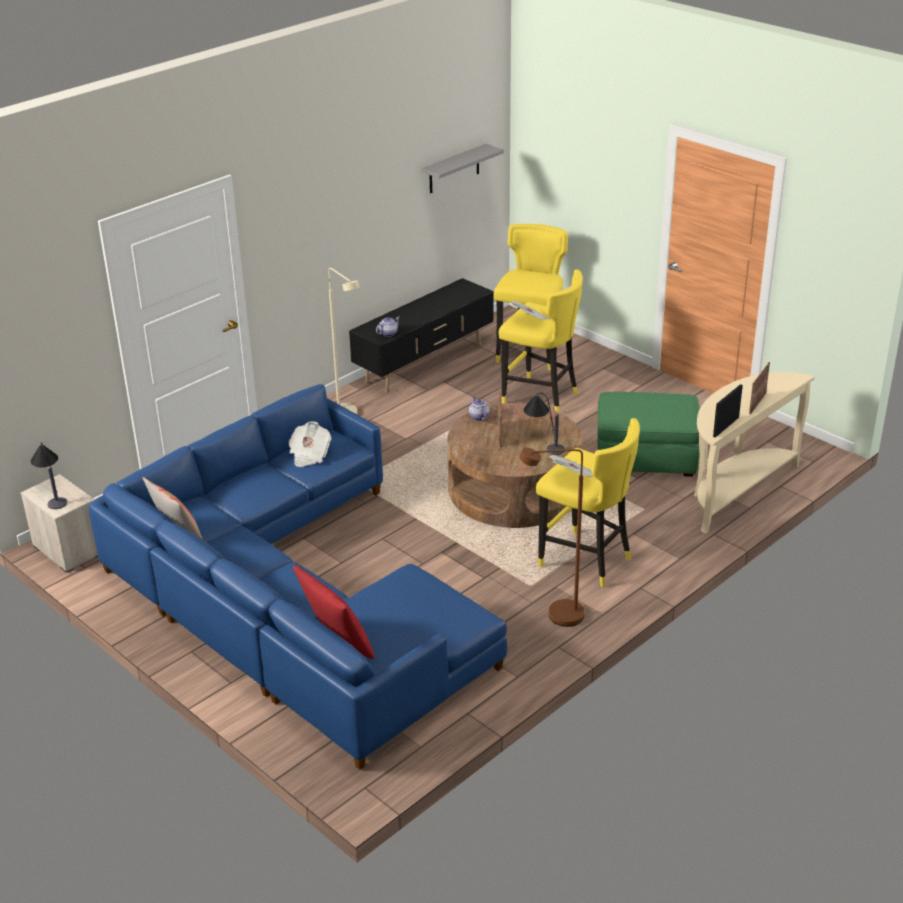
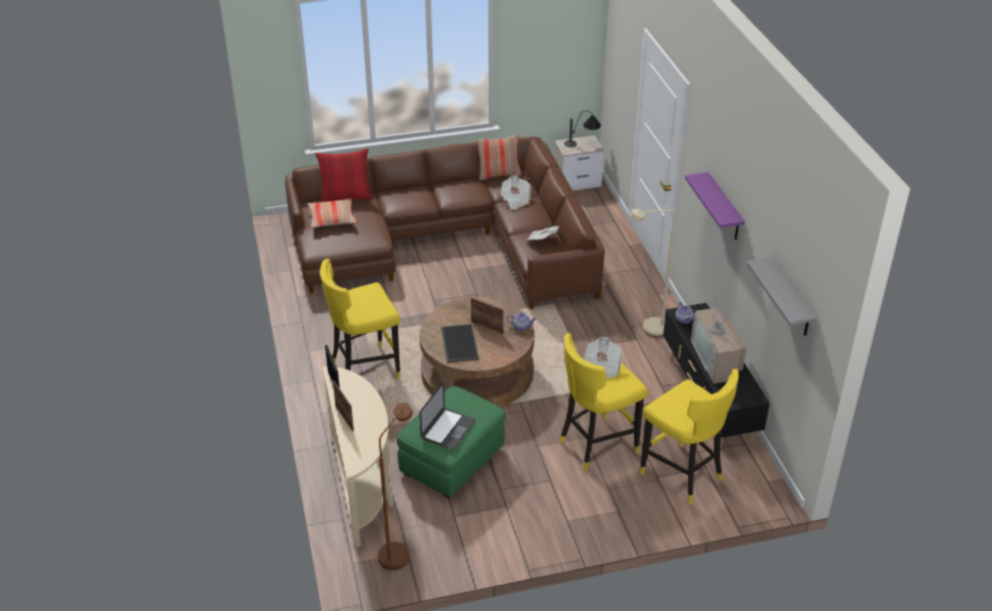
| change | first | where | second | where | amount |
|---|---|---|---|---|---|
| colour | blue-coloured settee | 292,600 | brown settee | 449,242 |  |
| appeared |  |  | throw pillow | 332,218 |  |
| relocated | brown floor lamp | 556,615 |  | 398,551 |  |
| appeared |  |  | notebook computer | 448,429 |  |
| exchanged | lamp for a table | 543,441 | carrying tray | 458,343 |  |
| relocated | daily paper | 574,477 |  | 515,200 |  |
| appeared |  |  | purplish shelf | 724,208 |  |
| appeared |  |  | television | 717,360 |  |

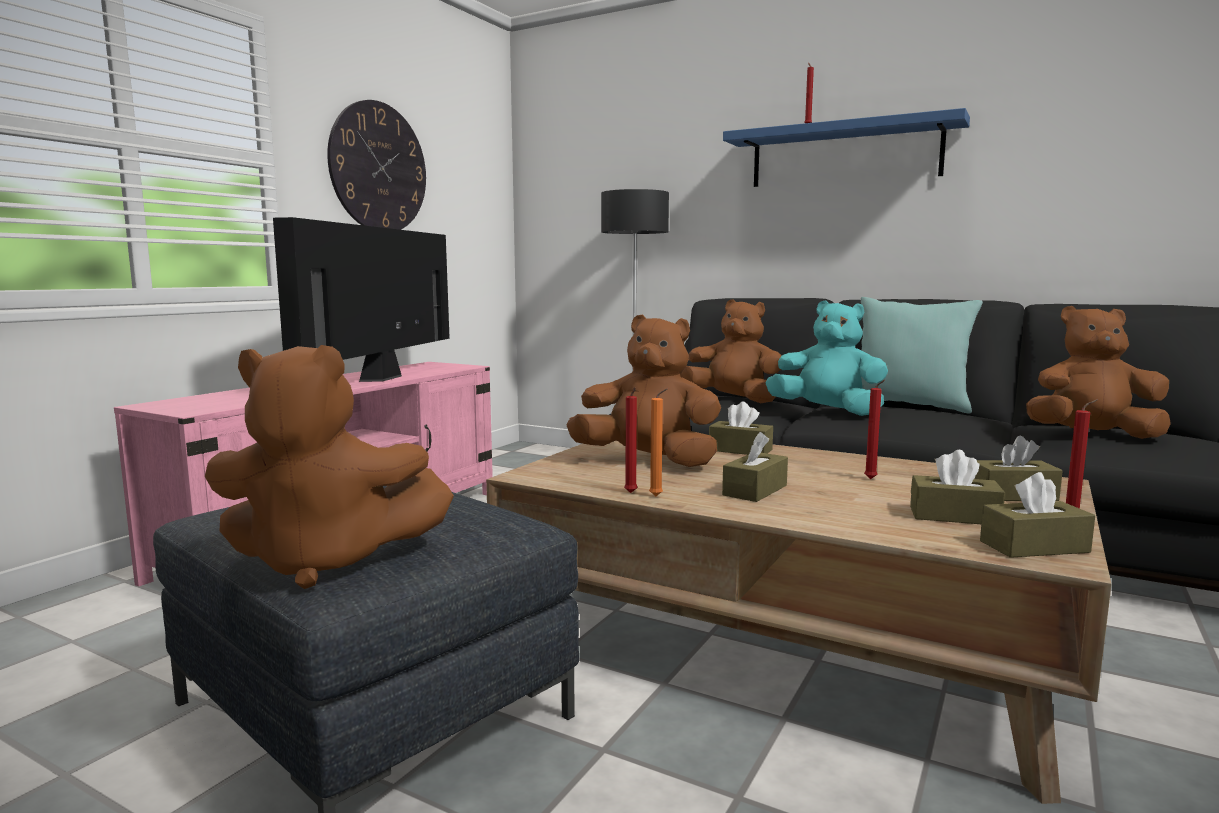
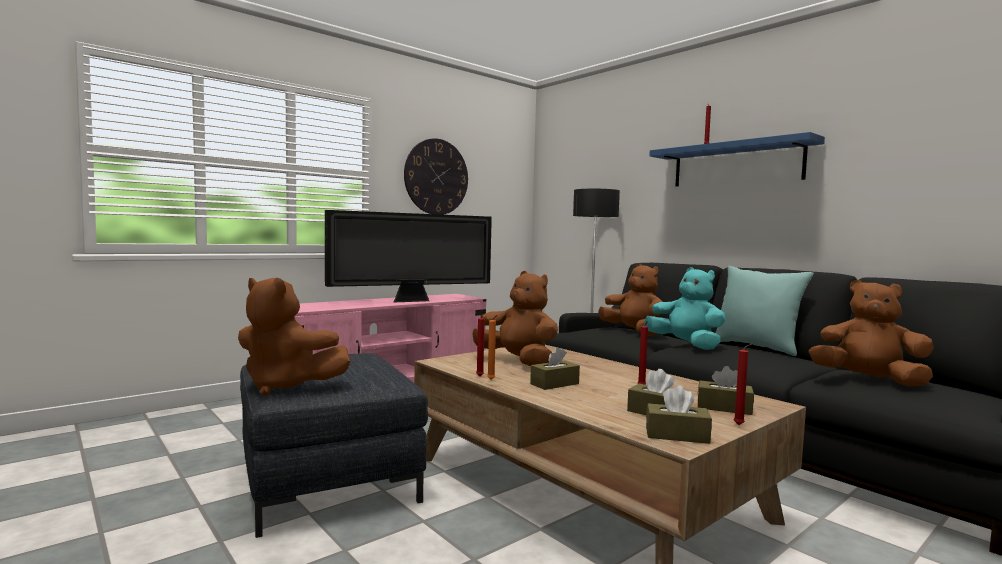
| change | first | where | second | where | amount |
|---|---|---|---|---|---|
| spun | television | 381,378 |  | 412,301 | 150 degrees counterclockwise |
| missing | brown tissue holder | 740,450 |  |  |  |

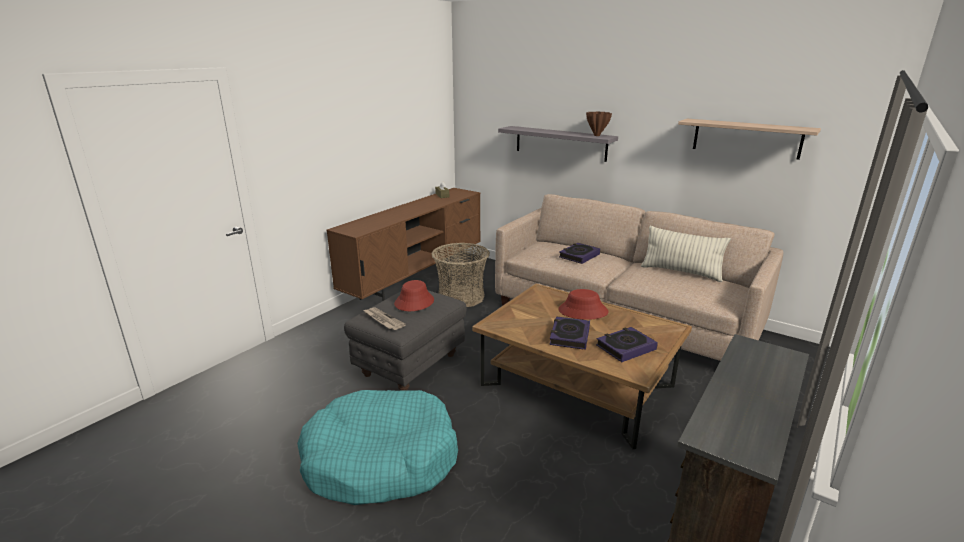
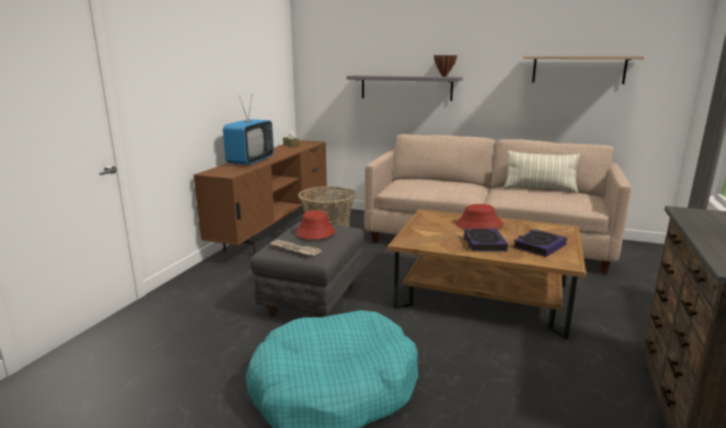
| change | first | where | second | where | amount |
|---|---|---|---|---|---|
| appeared |  |  | television | 250,161 |  |
| missing | book | 579,256 |  |  |  |

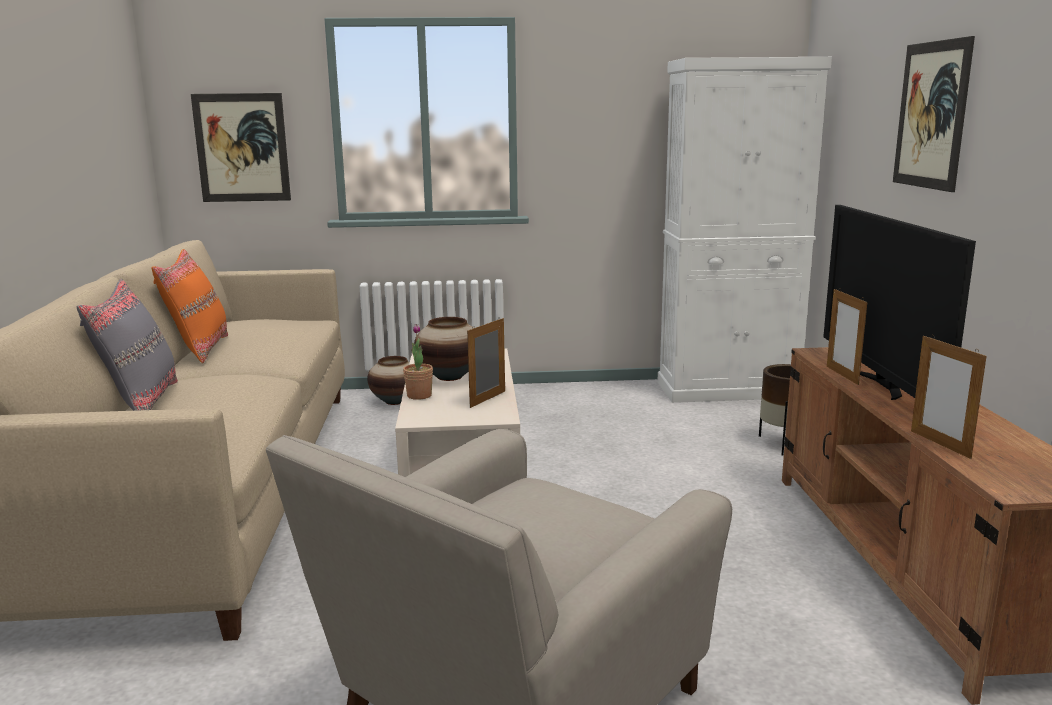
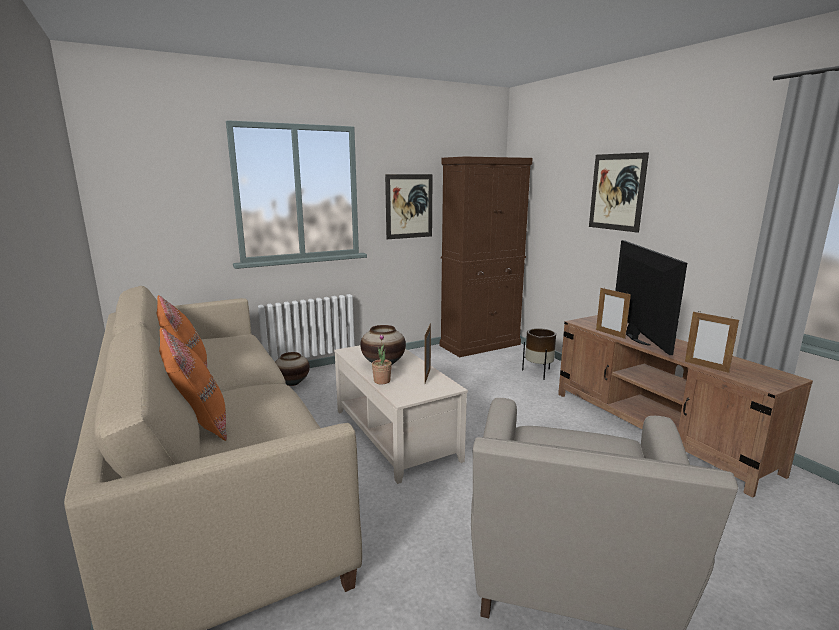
| change | first | where | second | where | amount |
|---|---|---|---|---|---|
| colour | grey throw pillow | 140,402 | orange throw pillow | 198,423 |  |
| relocated | picture | 242,148 |  | 409,206 |  |
| colour | whitish cabinet | 728,389 | brown cabinet | 480,345 |  |
| spun | television | 881,385 |  | 634,337 | 150 degrees counterclockwise |

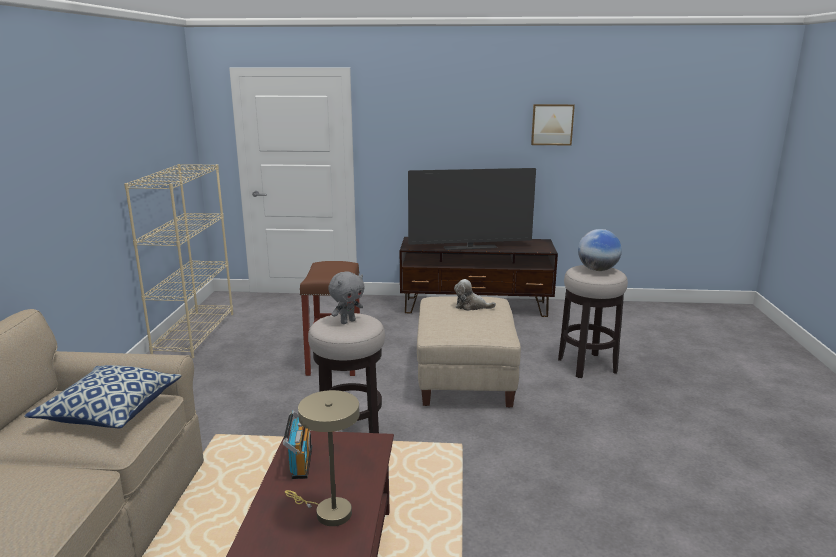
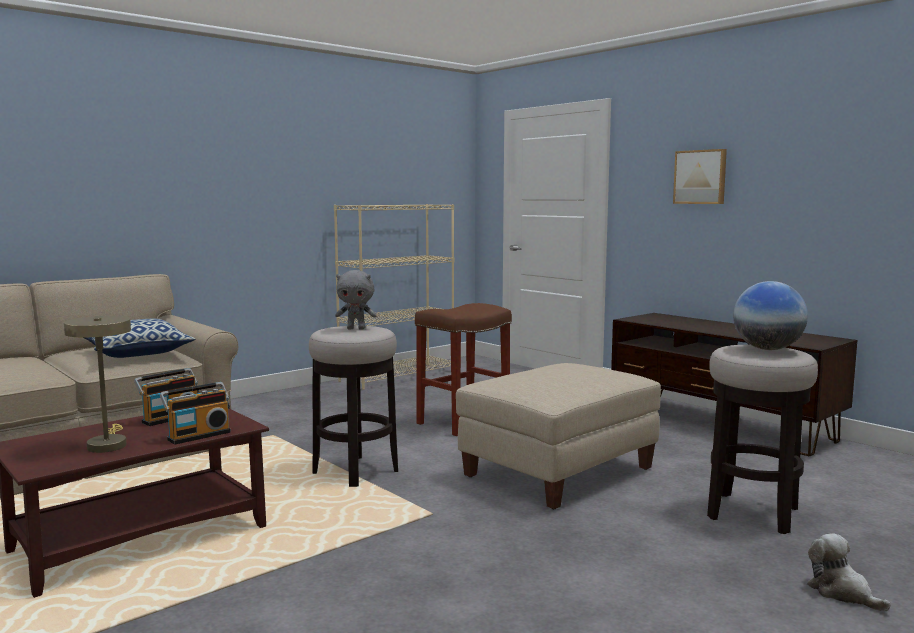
| change | first | where | second | where | amount |
|---|---|---|---|---|---|
| appeared |  |  | radio | 198,435 |  |
| relocated | picture | 552,124 |  | 700,177 |  |
| relocated | plush toy | 471,306 |  | 842,592 |  |
| missing | television | 470,247 |  |  |  |

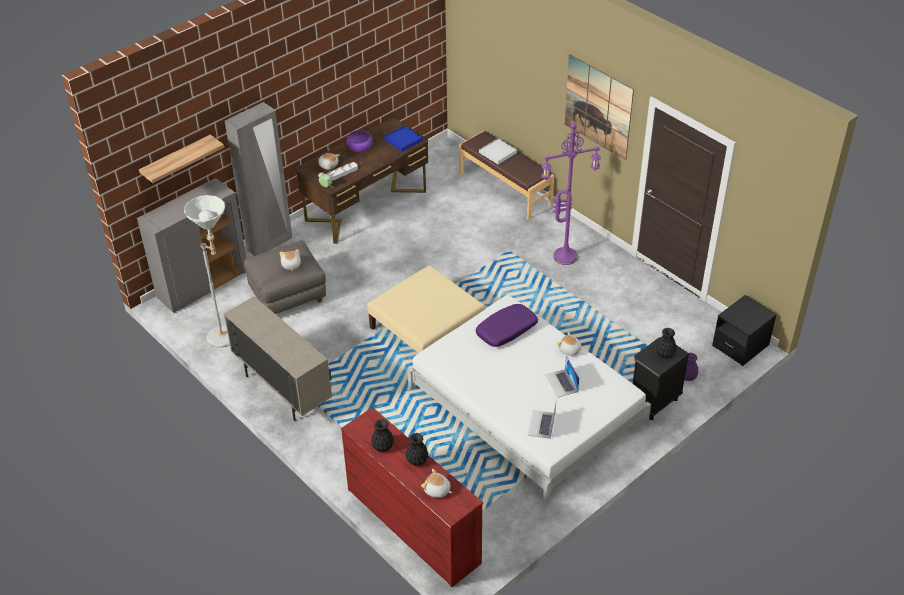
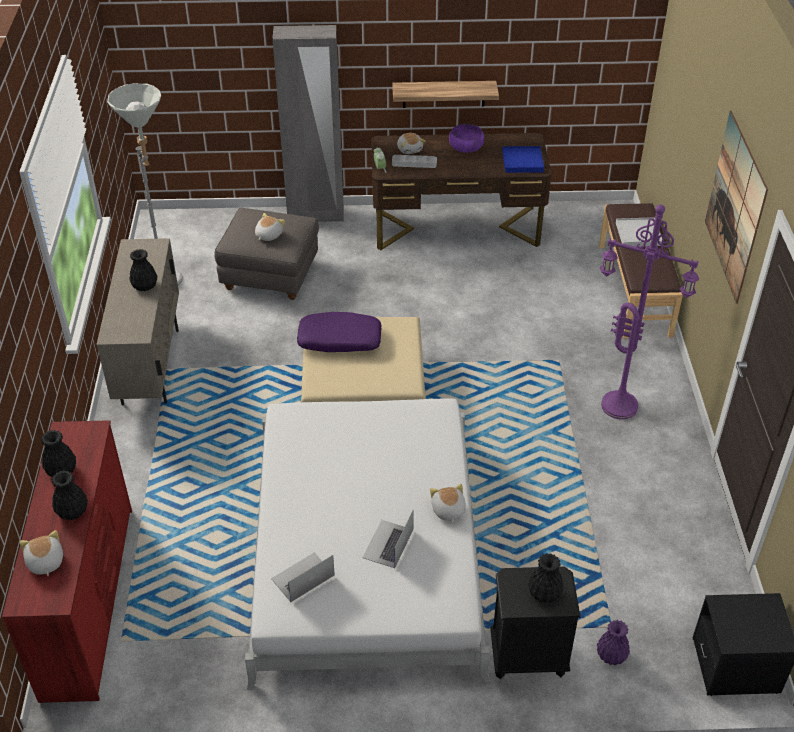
| change | first | where | second | where | amount |
|---|---|---|---|---|---|
| appeared |  |  | blackish vase | 144,286 |  |
| relocated | purplish throw pillow | 506,330 |  | 339,341 |  |
| relocated | shelf | 177,160 |  | 444,94 |  |
| missing | grey cabinet | 203,285 |  |  |  |

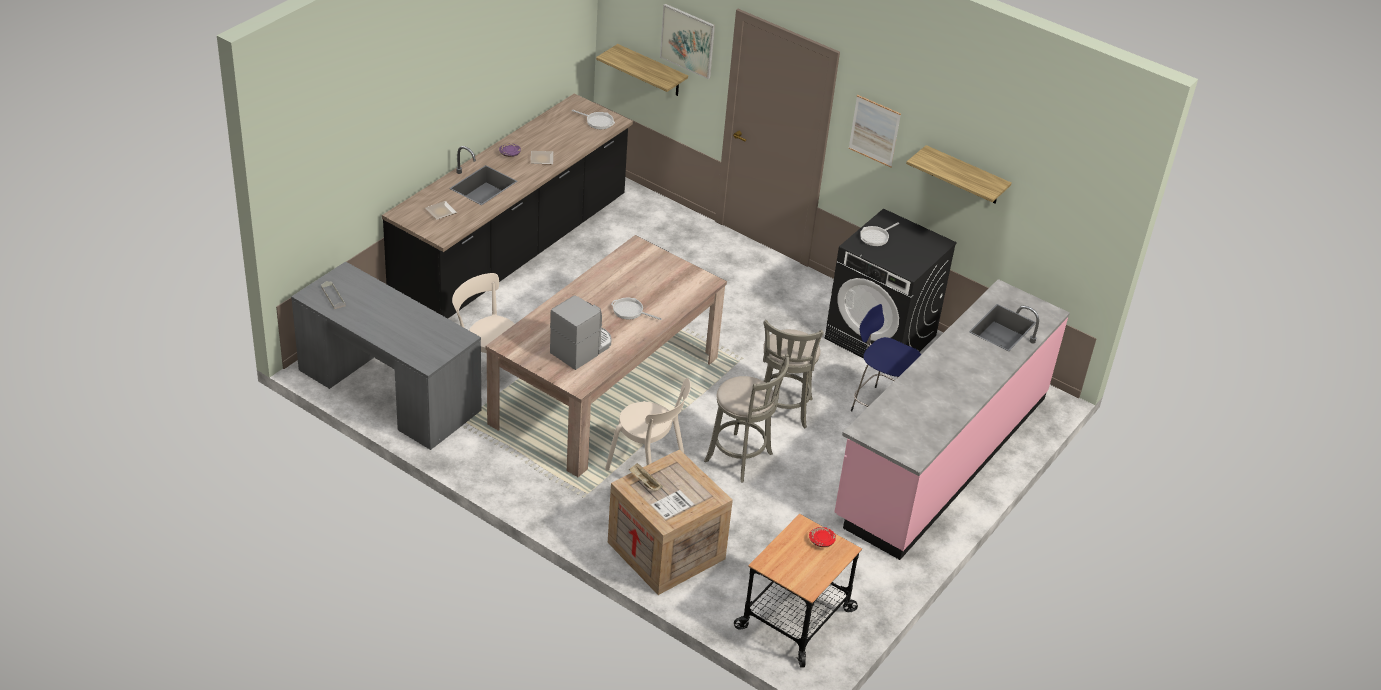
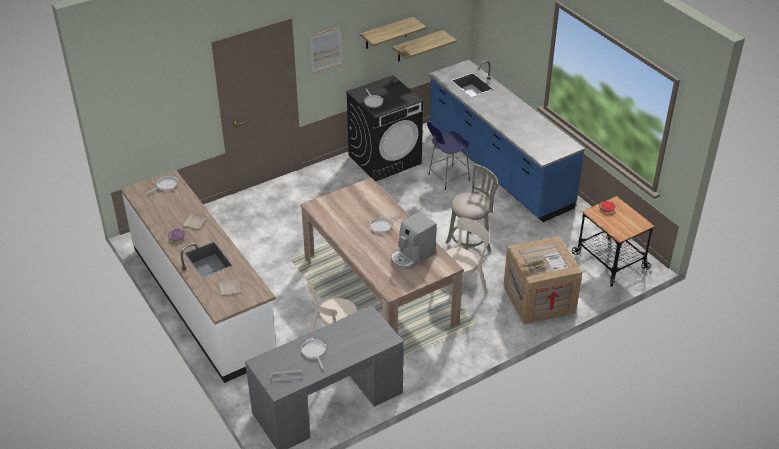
| change | first | where | second | where | amount |
|---|---|---|---|---|---|
| colour | blackish kitchen base unit | 512,251 | whitish kitchen base unit | 203,300 |  |
| appeared |  |  | pan | 314,352 |  |
| spun | coffee machine | 582,348 |  | 412,256 | 105 degrees counterclockwise |
| relocated | shelf | 651,71 |  | 417,46 |  |
| colour | pinkish kitchen base unit | 941,456 | blue-coloured kitchen base unit | 498,168 |  |
| missing | picture | 688,40 |  |  |  |
| missing | grey stool seat | 782,411 |  |  |  |

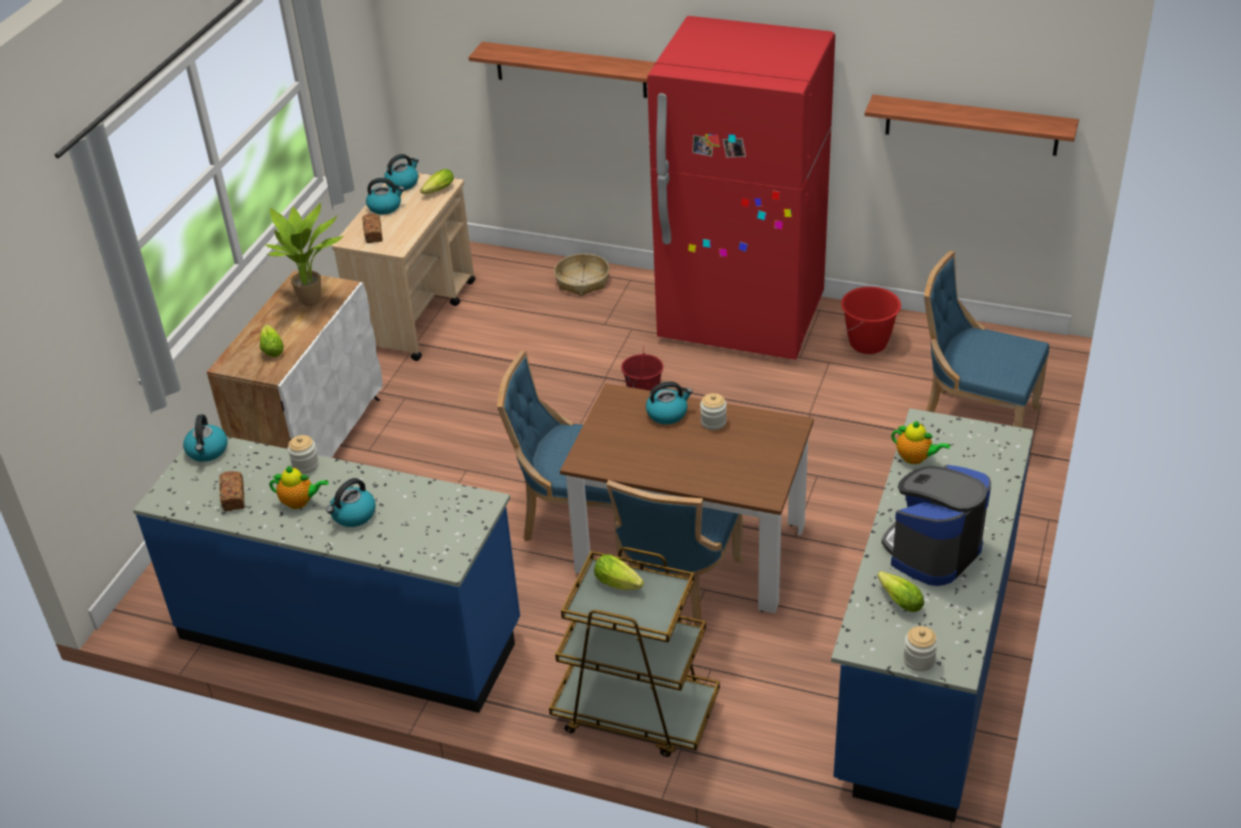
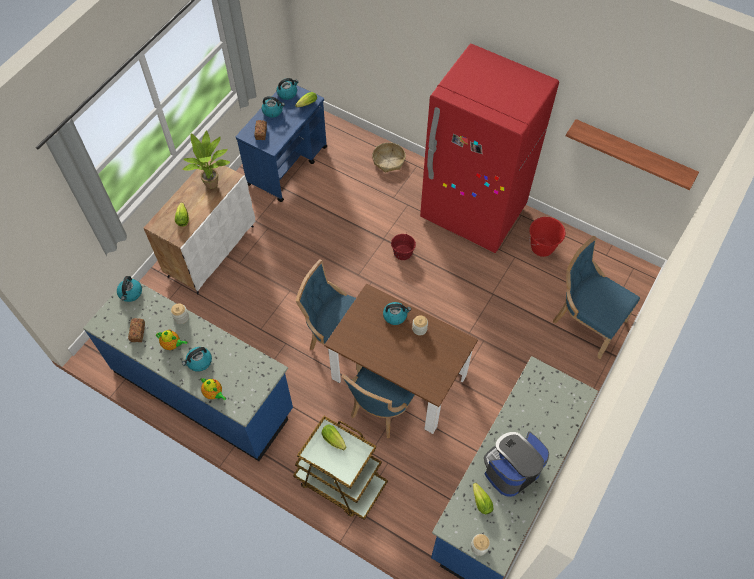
| change | first | where | second | where | amount |
|---|---|---|---|---|---|
| relocated | pot for tea | 915,458 |  | 214,393 |  |
| colour | beige trolley | 416,314 | blue-coloured trolley | 287,165 |  |
| missing | shelf | 570,70 |  |  |  |

